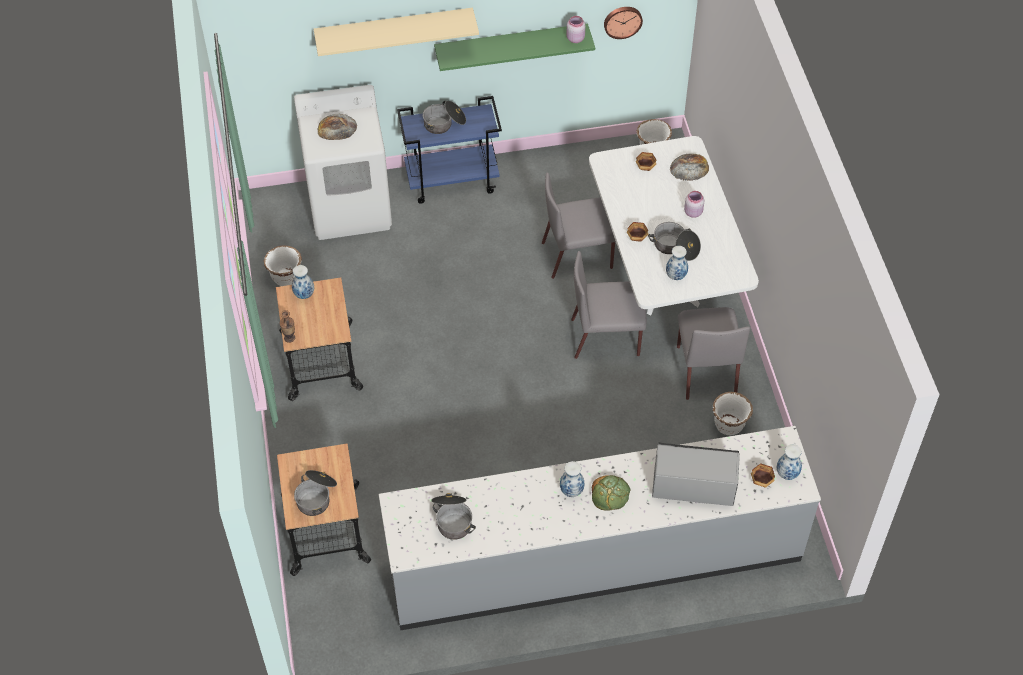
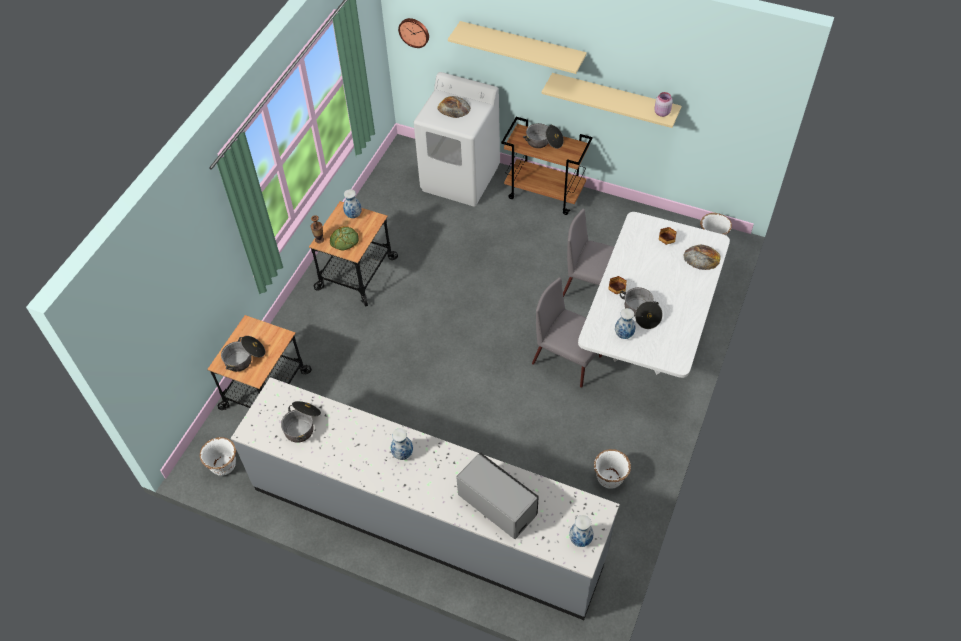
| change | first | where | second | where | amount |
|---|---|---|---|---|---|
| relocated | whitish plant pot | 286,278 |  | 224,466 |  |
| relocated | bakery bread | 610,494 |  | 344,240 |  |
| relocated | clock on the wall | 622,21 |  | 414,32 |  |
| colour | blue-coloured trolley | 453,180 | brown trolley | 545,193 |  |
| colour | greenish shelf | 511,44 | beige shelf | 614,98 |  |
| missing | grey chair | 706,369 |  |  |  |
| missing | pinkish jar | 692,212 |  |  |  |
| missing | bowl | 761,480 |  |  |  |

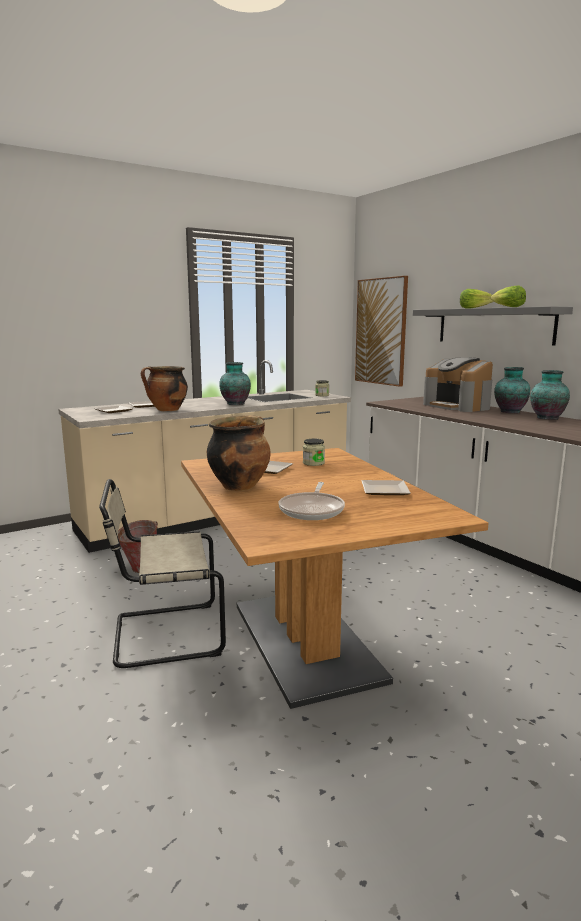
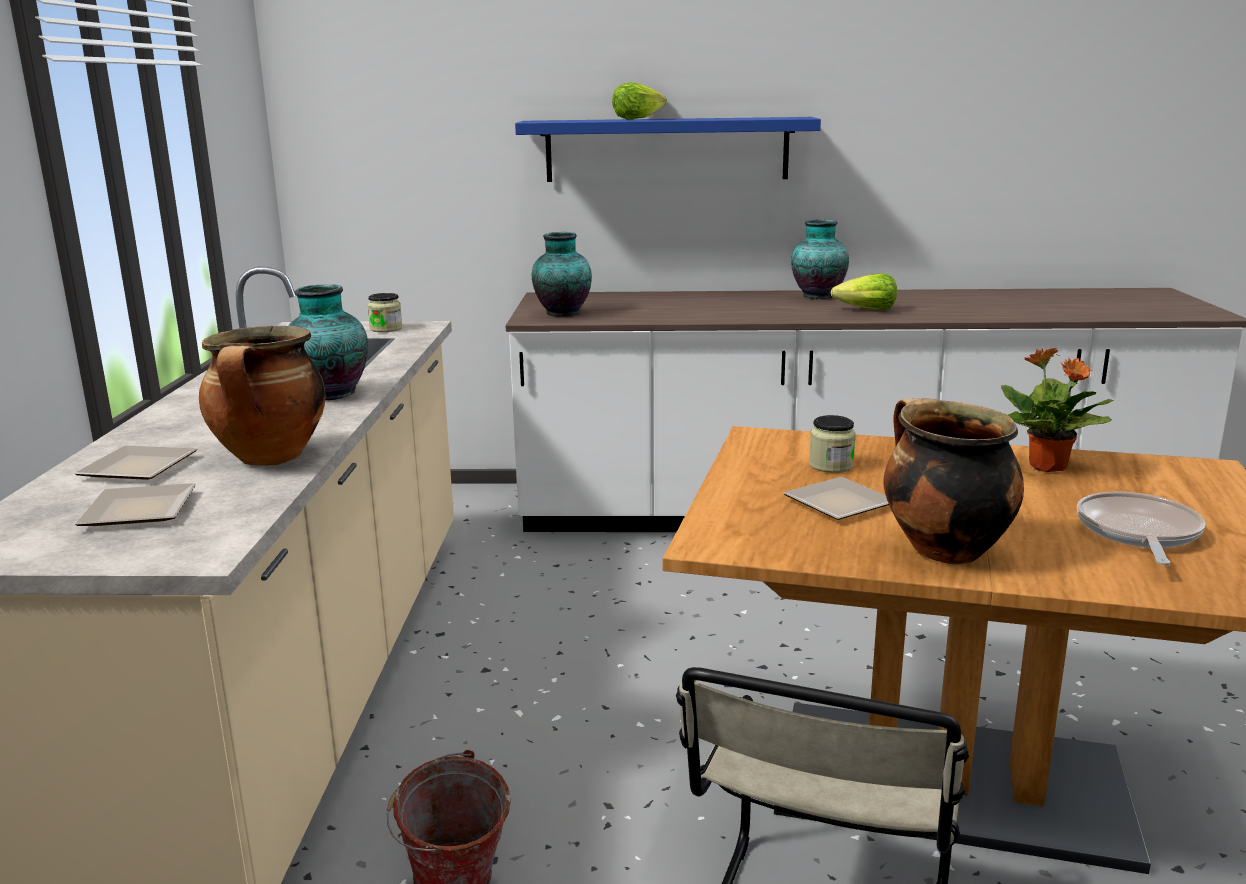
| change | first | where | second | where | amount |
|---|---|---|---|---|---|
| colour | grey shelf | 493,326 | blue-coloured shelf | 666,149 |  |
| relocated | vase | 509,412 |  | 562,313 |  |
| relocated | head of lettuce | 507,307 |  | 866,310 |  |
| exchanged | plate | 383,490 | houseplant | 1048,467 |  |
| spun | pan | 312,510 |  | 1137,533 | 120 degrees counterclockwise |
| missing | picture | 381,331 |  |  |  |
| missing | coffee machine | 457,406 |  |  |  |

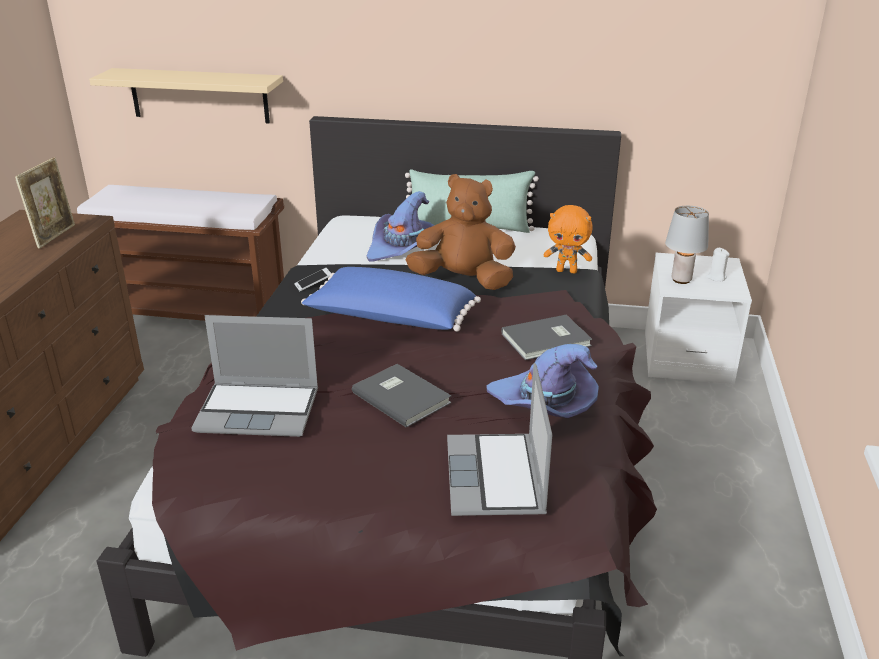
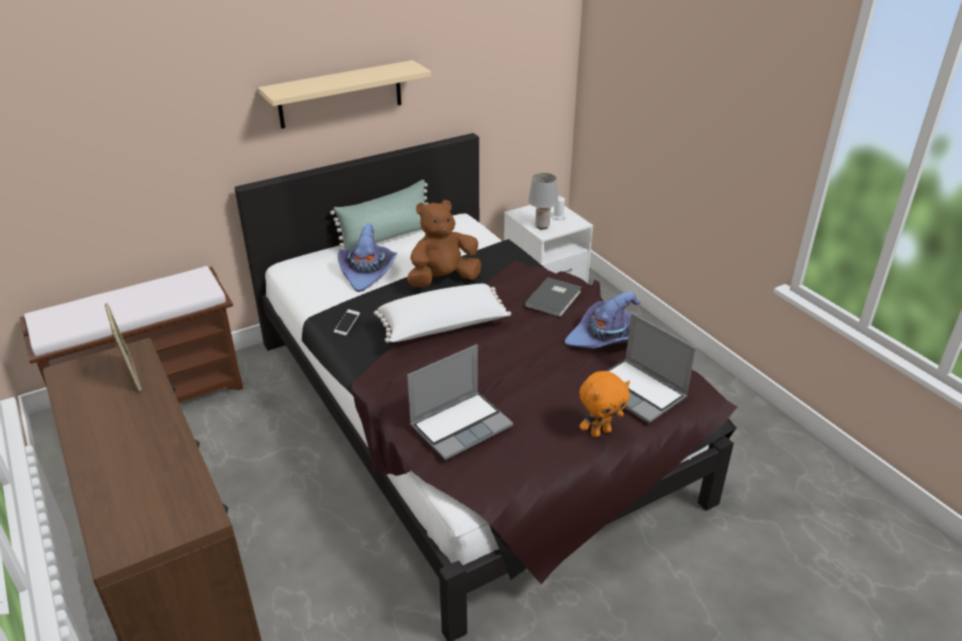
| change | first | where | second | where | amount |
|---|---|---|---|---|---|
| relocated | beige shelf | 199,95 |  | 340,94 |  |
| colour | blue-coloured throw pillow | 390,319 | whitish throw pillow | 443,327 |  |
| relocated | orange plush toy | 567,271 |  | 600,432 |  |
| missing | grey book | 402,396 |  |  |  |

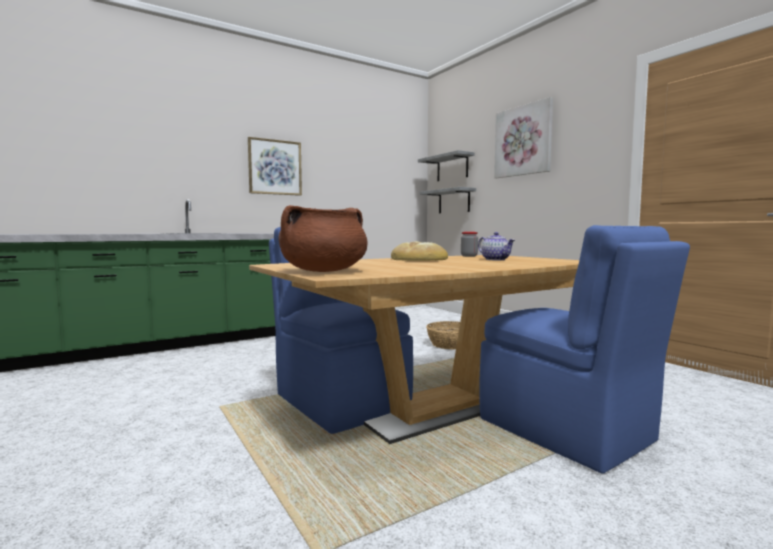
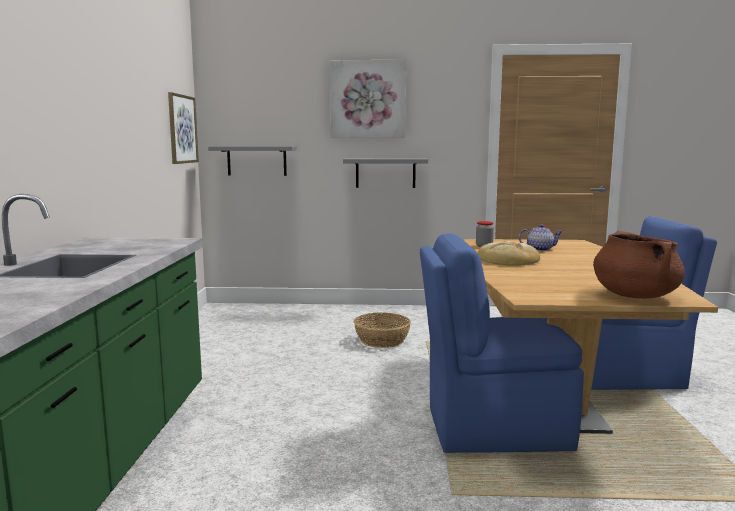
| change | first | where | second | where | amount |
|---|---|---|---|---|---|
| relocated | picture | 275,167 |  | 182,129 |  |
| relocated | grey shelf | 452,168 |  | 385,173 |  |

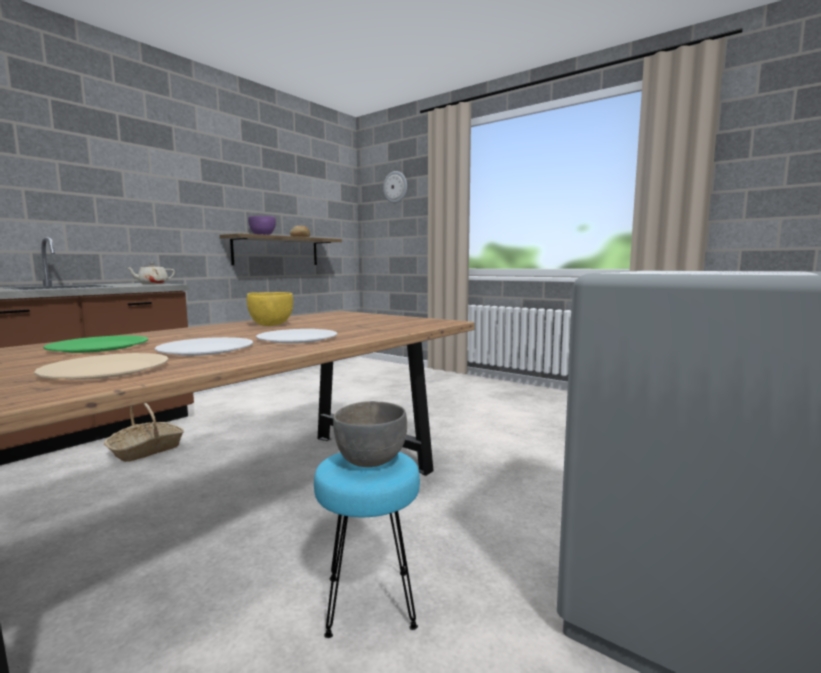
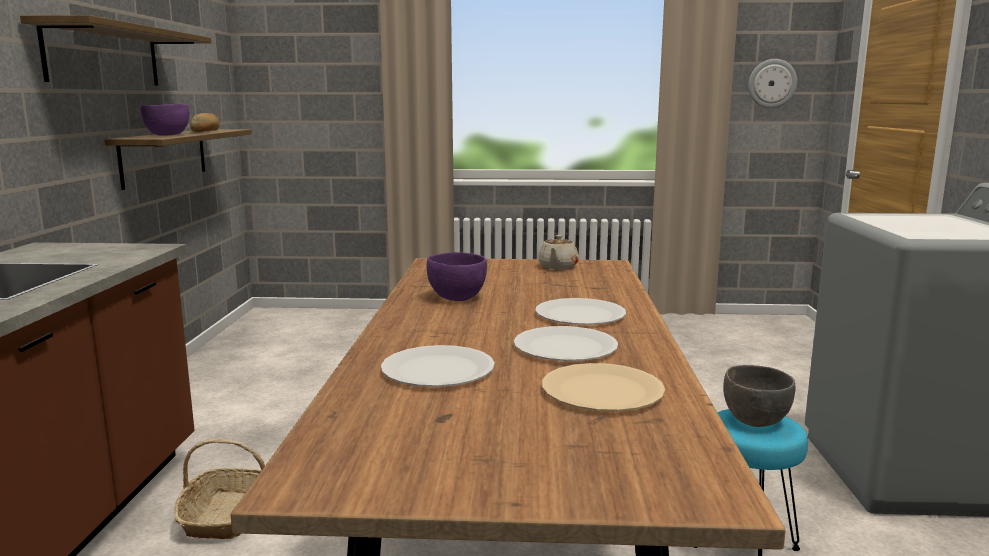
| change | first | where | second | where | amount |
|---|---|---|---|---|---|
| appeared |  |  | shelf | 104,56 |  |
| colour | greenish plate | 98,347 | whitish plate | 438,370 |  |
| colour | yellow-coloured bowl | 271,325 | purplish bowl | 456,298 |  |
| relocated | beige pot for tea | 152,284 |  | 558,267 |  |
| relocated | clock on the wall | 395,187 |  | 772,83 |  |

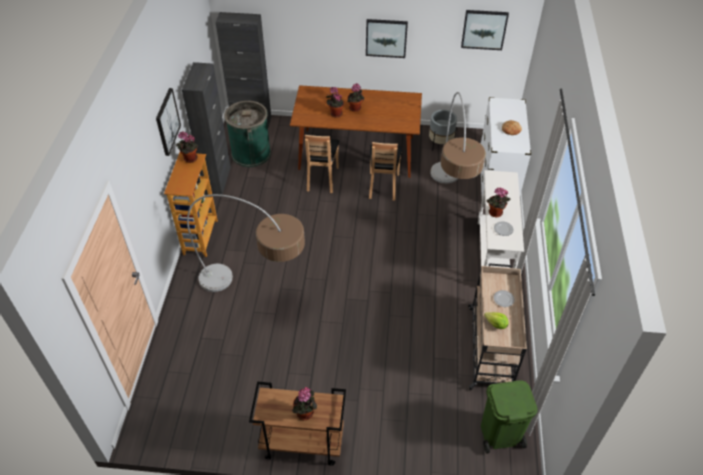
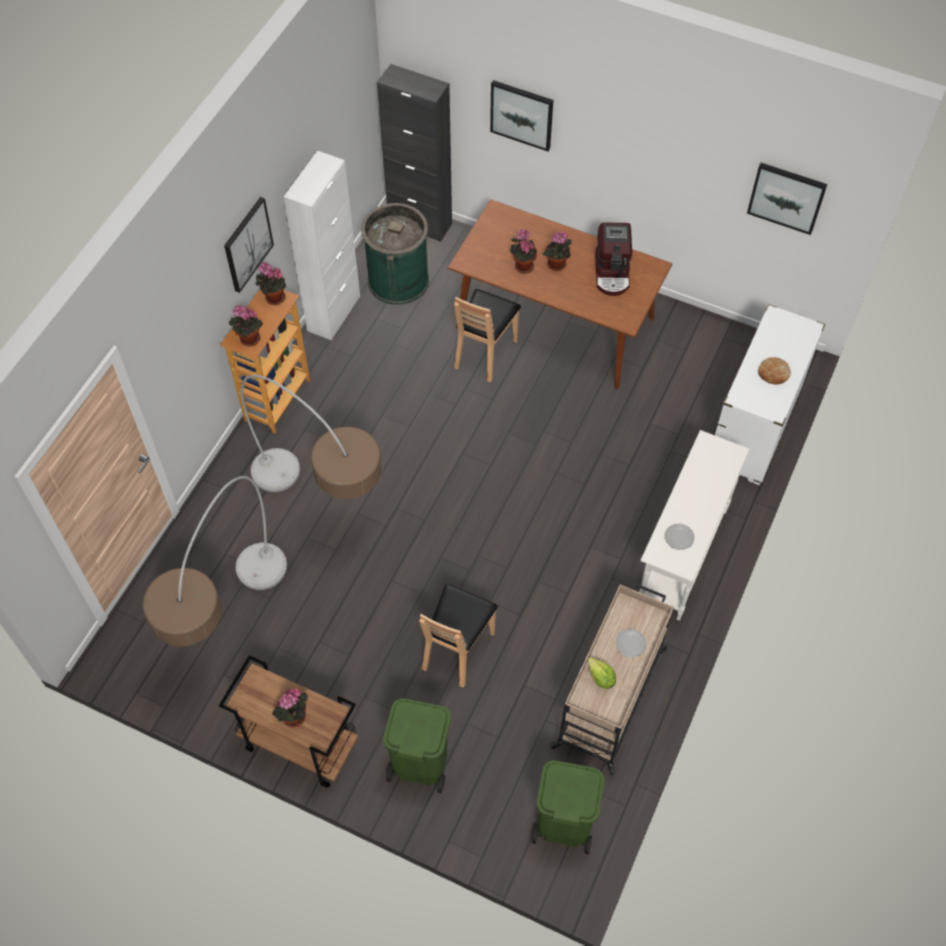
| change | first | where | second | where | amount |
|---|---|---|---|---|---|
| relocated | floor lamp | 449,202 |  | 232,627 |  |
| relocated | houseplant | 495,213 |  | 248,340 |  |
| colour | blackish cabinet | 217,180 | whitish cabinet | 333,313 |  |
| appeared |  |  | greenish rubbish bin | 419,763 |  |
| relocated | brown chair | 383,185 |  | 457,649 |  |
| relocated | picture | 386,38 |  | 522,114 |  |
| appeared |  |  | coffee machine | 612,273 |  |
| missing | grey plant pot | 440,144 |  |  |  |

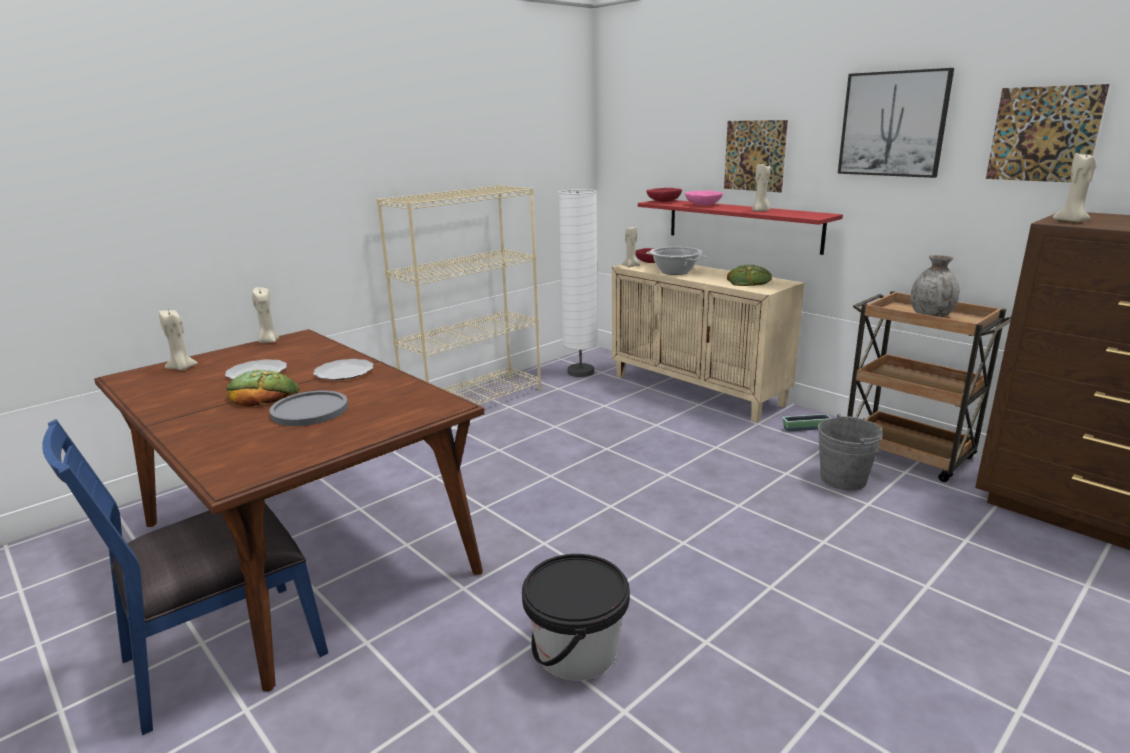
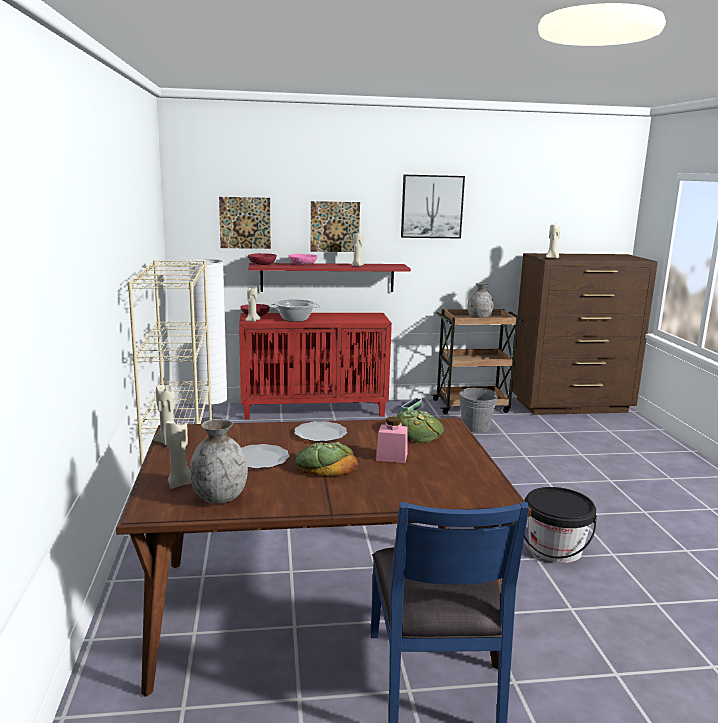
| change | first | where | second | where | amount |
|---|---|---|---|---|---|
| appeared |  |  | grey vase | 219,497 |  |
| relocated | picture | 1043,134 |  | 245,223 |  |
| colour | beige cabinet | 698,390 | reddish cabinet | 314,410 |  |
| exchanged | grey plate | 309,410 | pinkish jar | 391,457 |  |
| relocated | bakery bread | 749,281 |  | 416,432 |  |

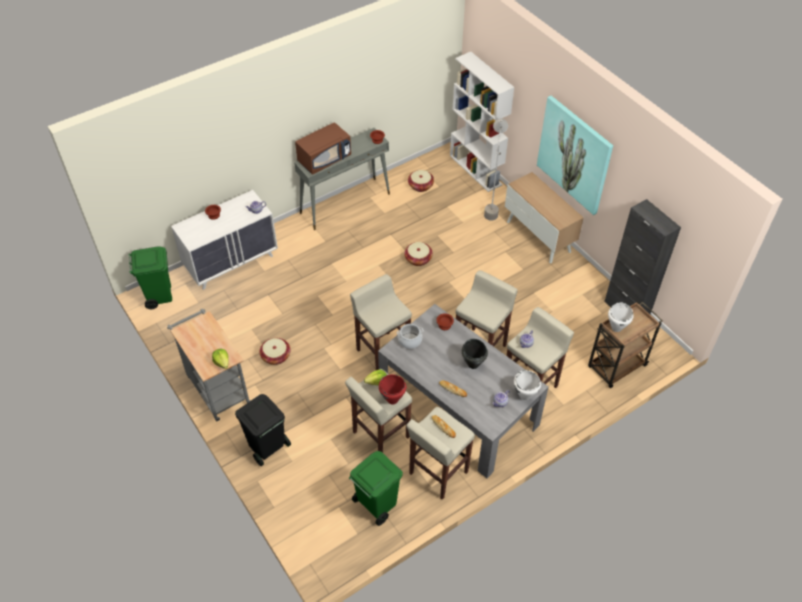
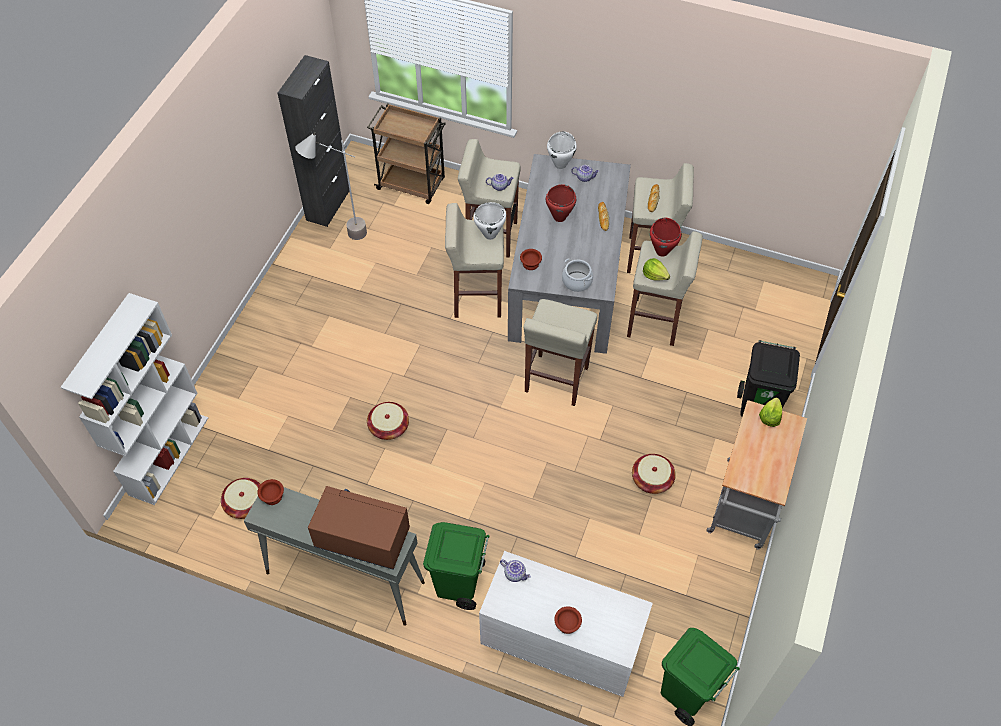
| change | first | where | second | where | amount |
|---|---|---|---|---|---|
| relocated | grey floor lamp | 491,207 |  | 342,238 |  |
| relocated | greenish rubbish bin | 376,504 |  | 459,584 |  |
| relocated | whitish cooking pot | 616,328 |  | 490,235 |  |
| colour | blackish cooking pot | 473,364 | reddish cooking pot | 559,217 |  |
| missing | cabinet | 539,236 |  |  |  |
| missing | picture | 575,154 |  |  |  |

